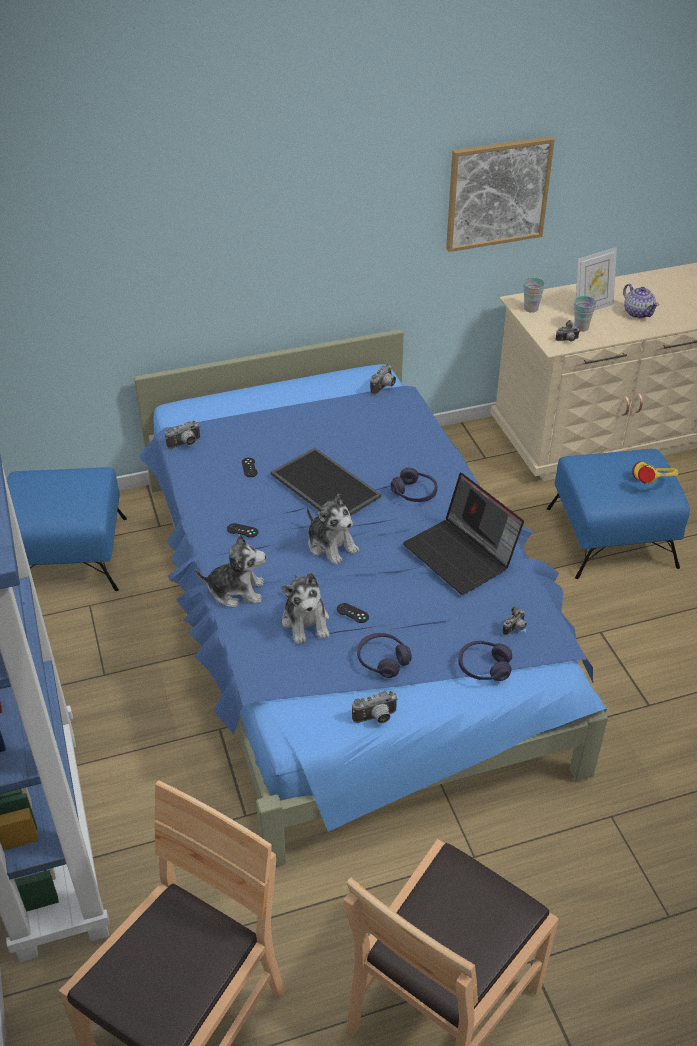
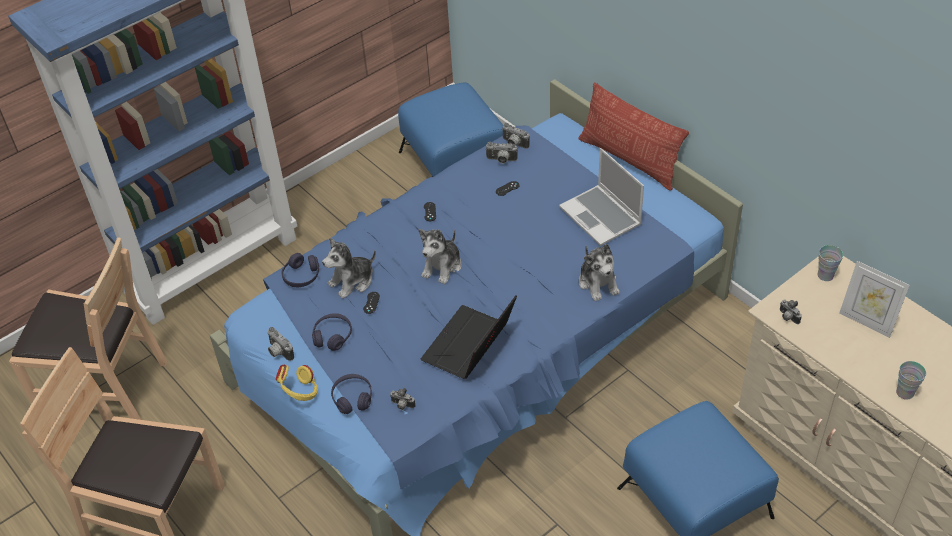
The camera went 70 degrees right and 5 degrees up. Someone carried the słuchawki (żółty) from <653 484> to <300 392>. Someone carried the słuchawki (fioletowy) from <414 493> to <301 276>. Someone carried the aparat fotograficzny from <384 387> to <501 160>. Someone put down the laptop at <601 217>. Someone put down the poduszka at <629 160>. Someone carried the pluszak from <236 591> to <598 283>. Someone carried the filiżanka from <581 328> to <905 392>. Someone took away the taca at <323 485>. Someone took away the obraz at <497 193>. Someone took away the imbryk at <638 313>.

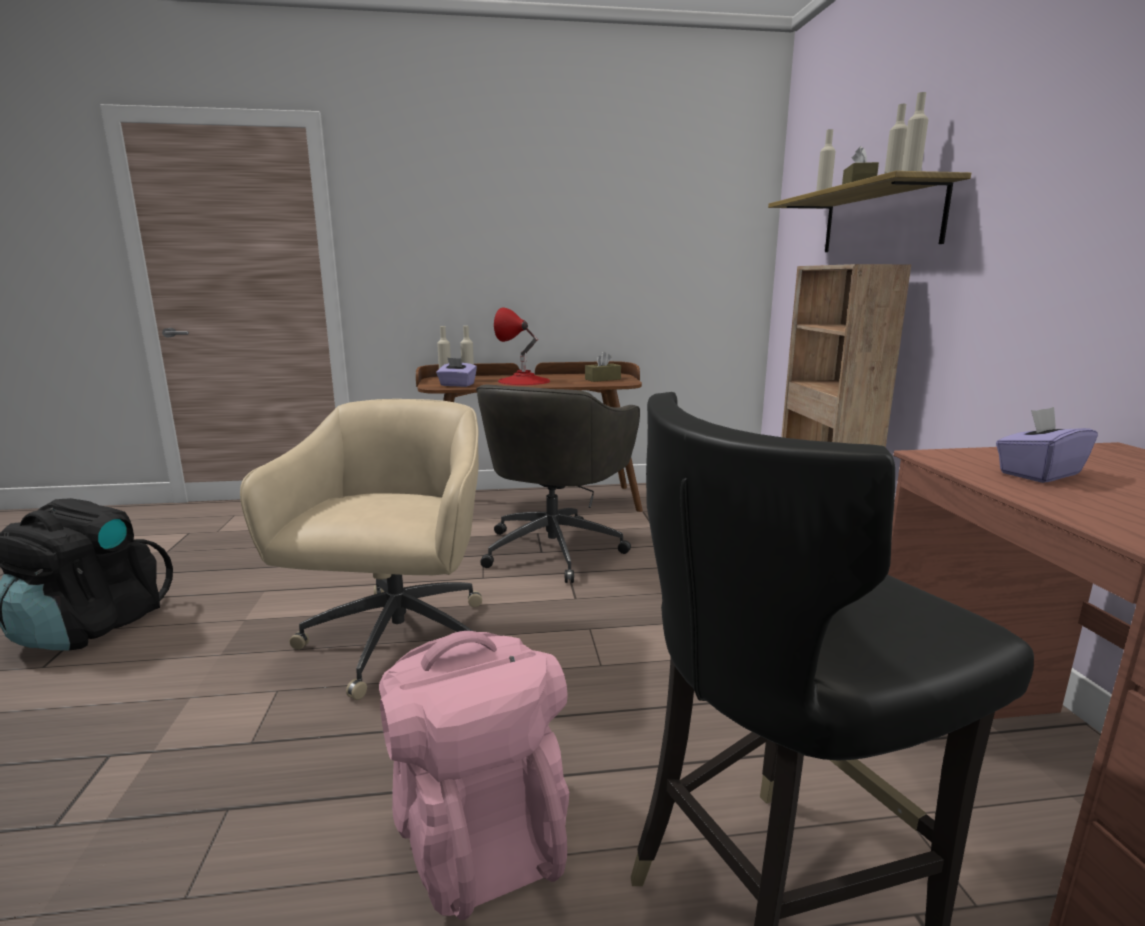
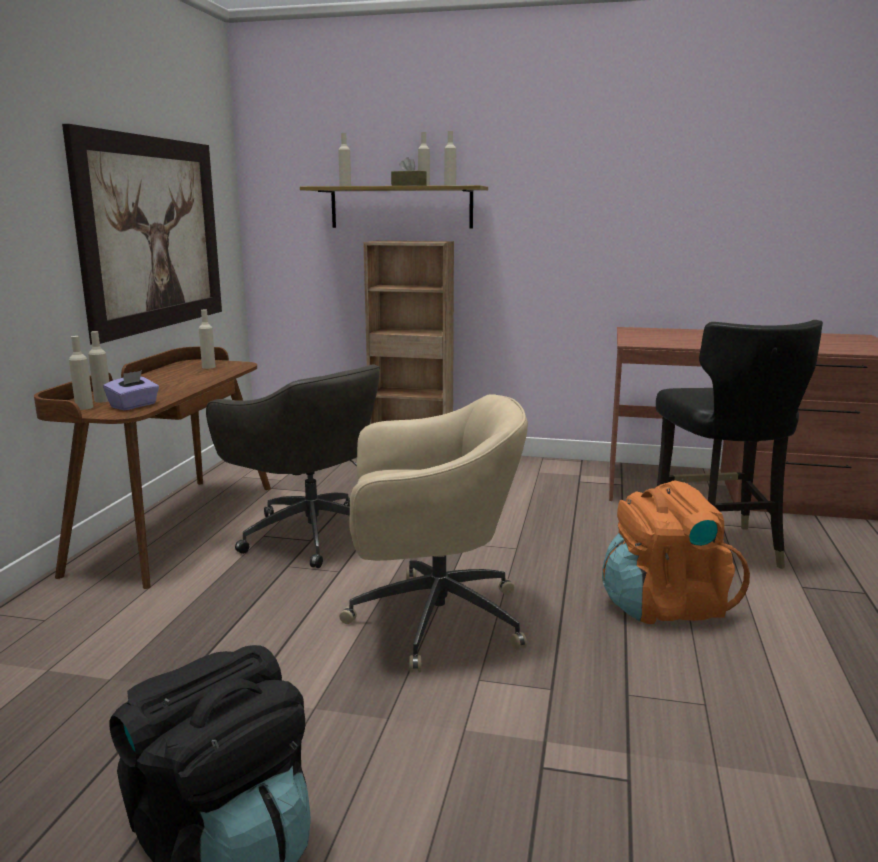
The camera went 70 degrees left and 0 degrees up. Someone put up the obraz at <153 234>. Someone swapped the pudełko chusteczek (brązowy) at <602 379> for the butelka (beżowy) at <208 367>. Someone rotated the krzesło biurowe (beżowy) at <396 642> by 150 degrees clockwise. Someone repainted the plecak (różowy) at <477 832>, which became the plecak (pomarańczowy) at <664 606>. Someone took away the lampa stołowa (czerwony) at <523 381>. Someone took away the pudełko chusteczek (fioletowy) at <1038 473>.

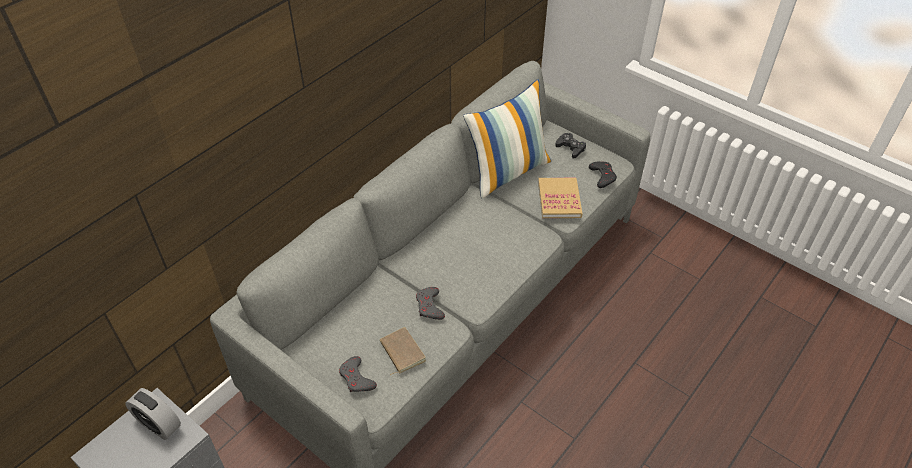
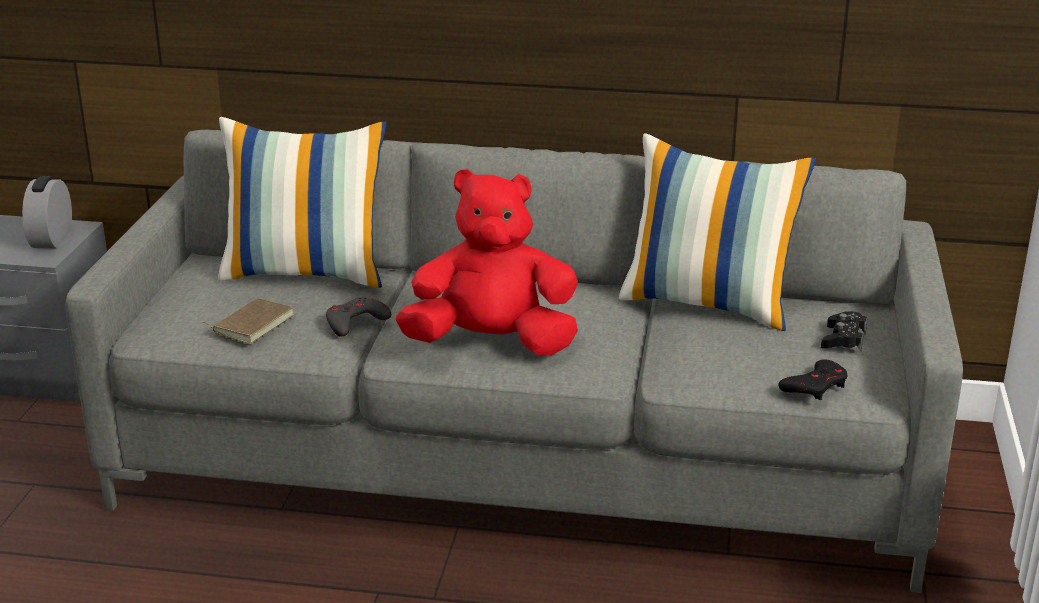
The camera went 60 degrees right and 20 degrees down. Someone put down the poduszka at <306 272>. Someone put down the pluszak (czerwony) at <492 343>. Someone took away the pad do gier (szary) at <357 378>. Someone took away the książka at <559 199>.

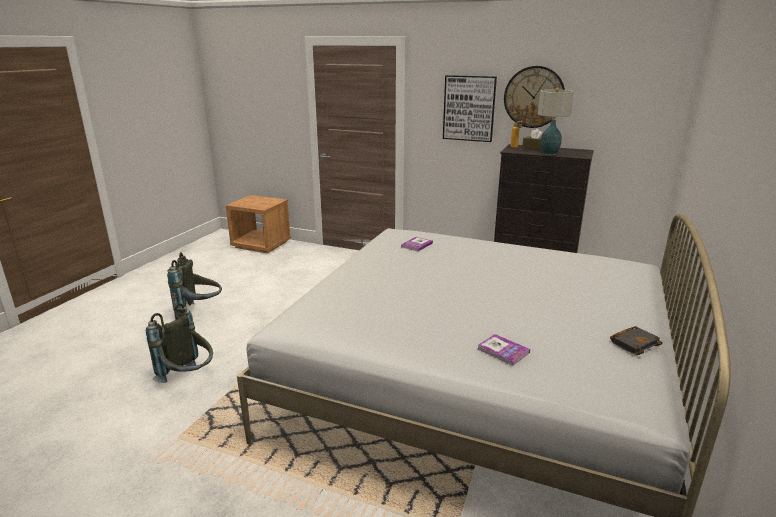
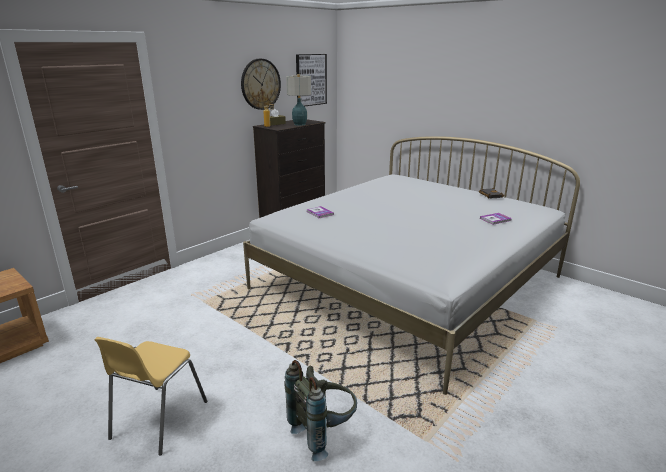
The camera went 70 degrees left and 0 degrees up. Someone swapped the plecak (szary) at <200 311> for the krzesło (żółty) at <158 420>. Someone carried the obraz from <469 108> to <310 80>.

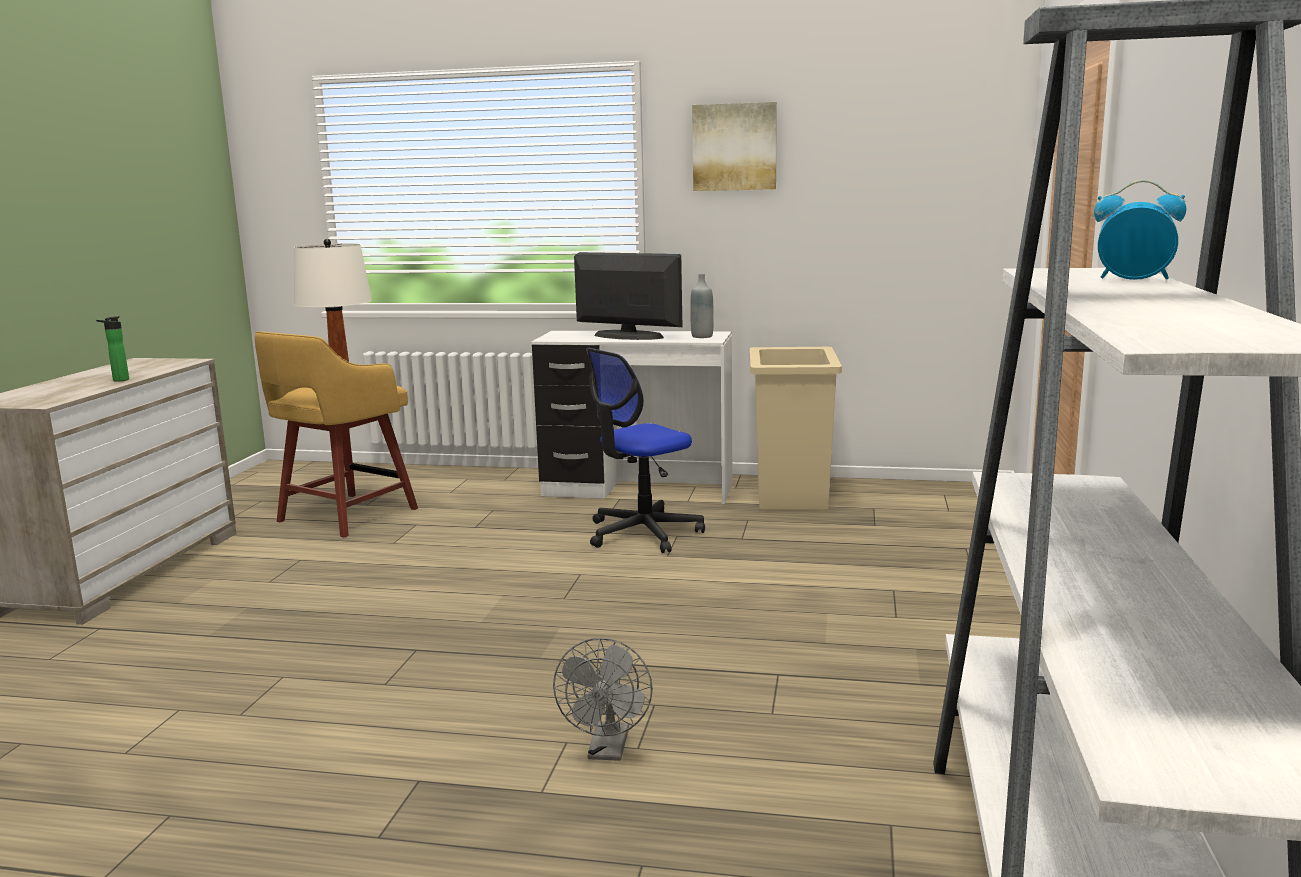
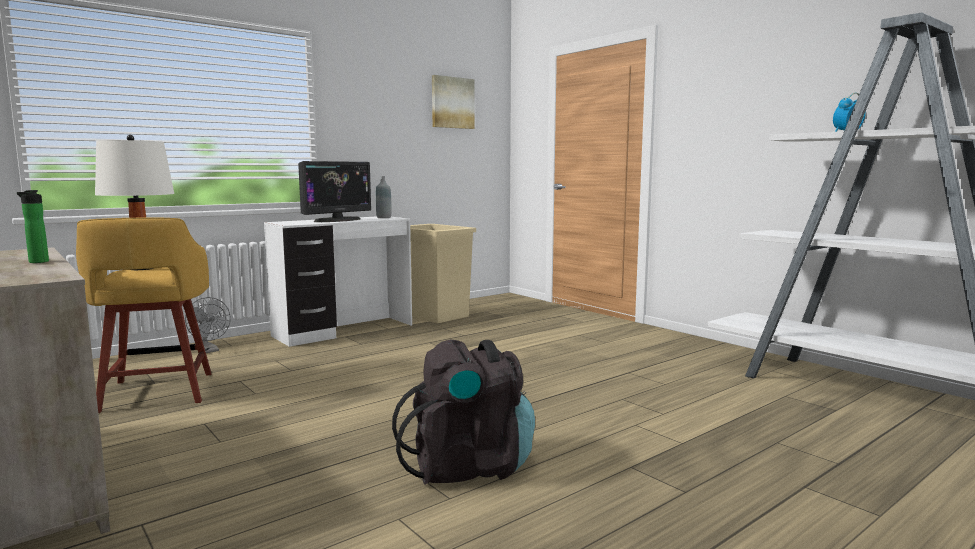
The camera went 50 degrees left and 5 degrees down. Someone carried the wentylator (szary) from <608 751> to <209 350>. Someone rotated the monitor at <628 336> by 150 degrees clockwise. Someone put down the plecak (czarny) at <468 466>. Someone carried the obraz from <734 147> to <452 102>. Someone took away the krzesło biurowe at <643 533>.

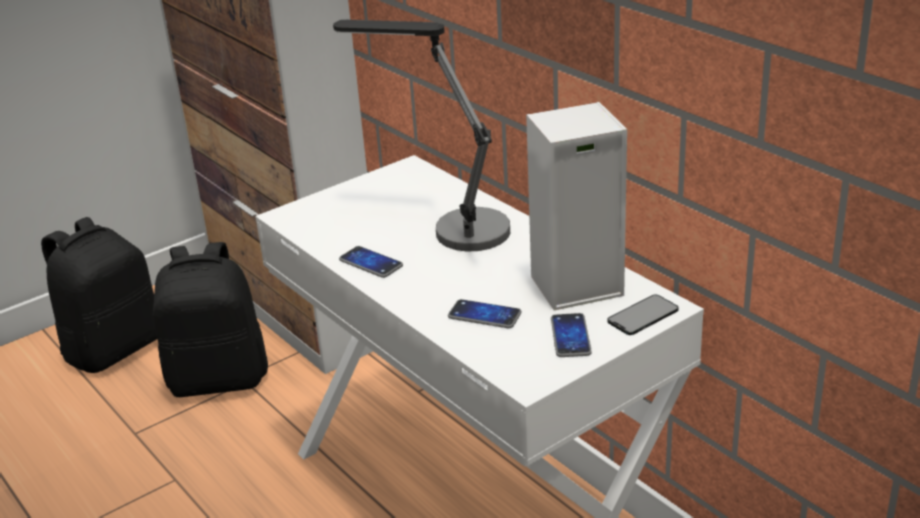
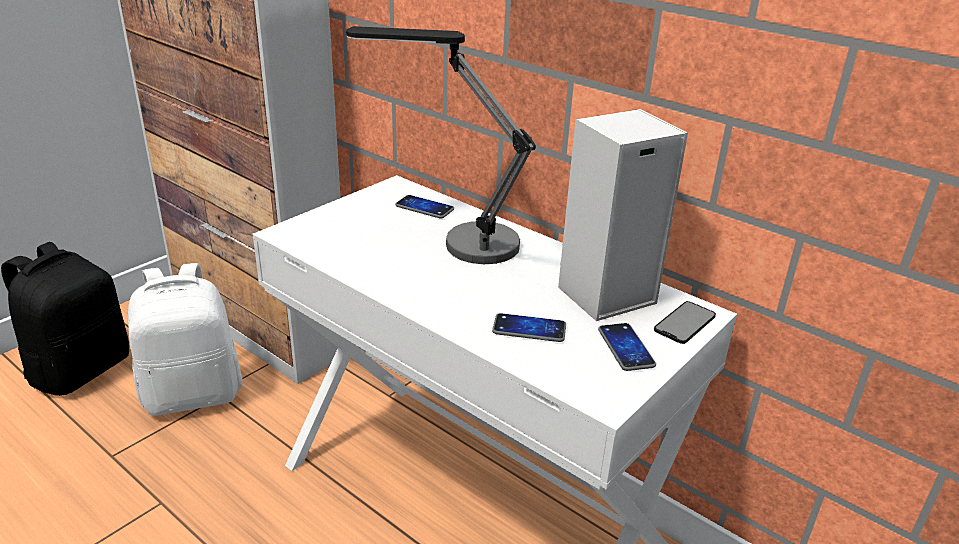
The camera went 15 degrees left and 0 degrees up. Someone repainted the plecak (czarny) at <219 378>, which became the plecak (biały) at <193 394>. Someone carried the telefon from <371 263> to <424 208>.

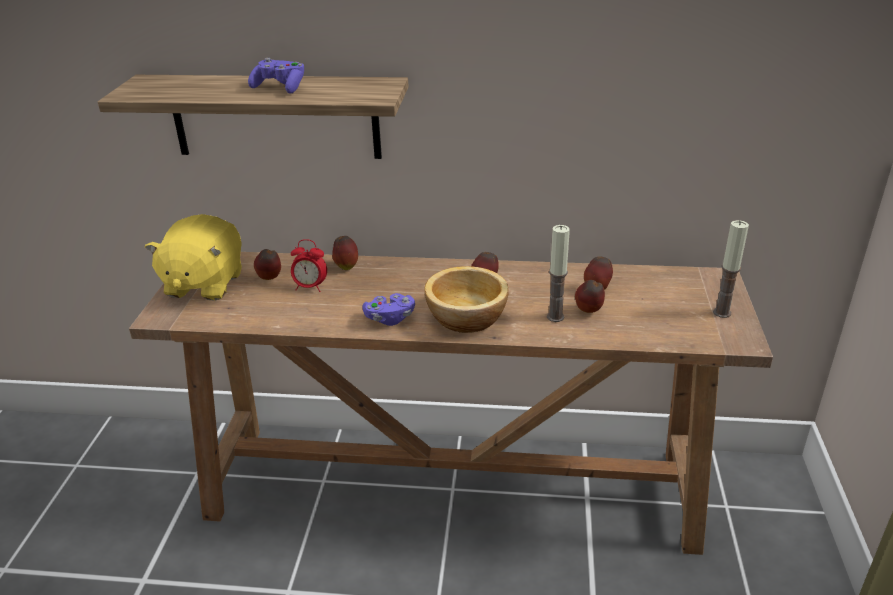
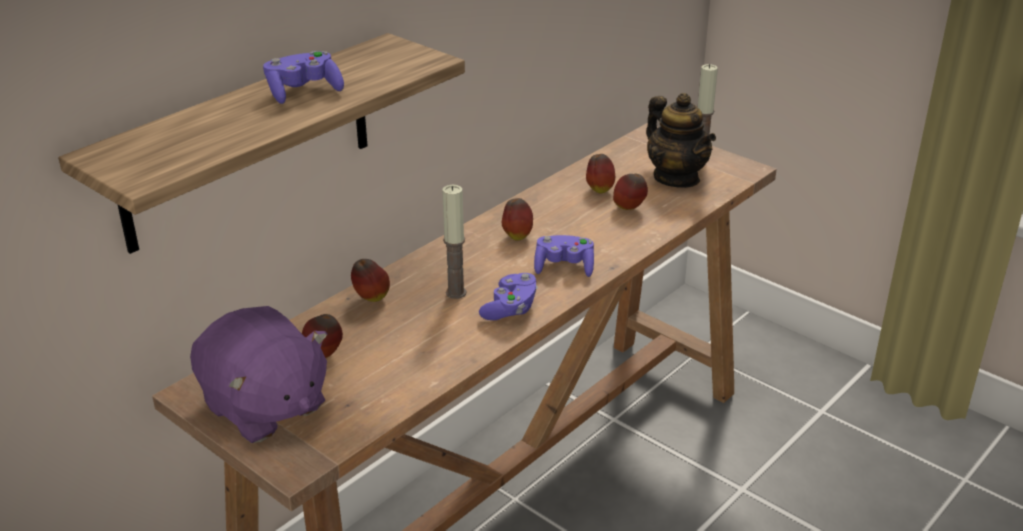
The camera went 55 degrees left and 0 degrees up. Someone repainted the pluszak (żółty) at <203 284>, which became the pluszak (fioletowy) at <264 407>. Someone carried the świeca from <555 317> to <456 293>. Someone swapped the miska at <468 317> for the pad do gier (fioletowy) at <564 267>. Someone put down the imbryk at <676 178>. Someone took away the budzik at <310 287>.

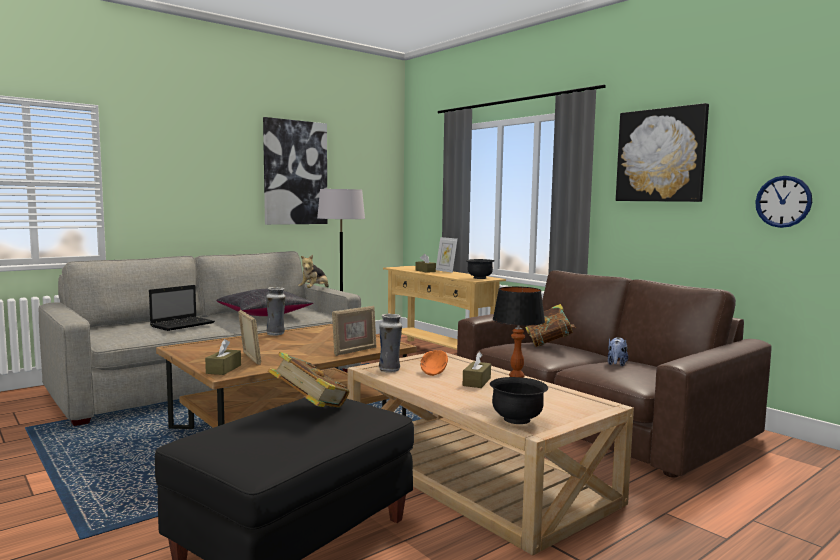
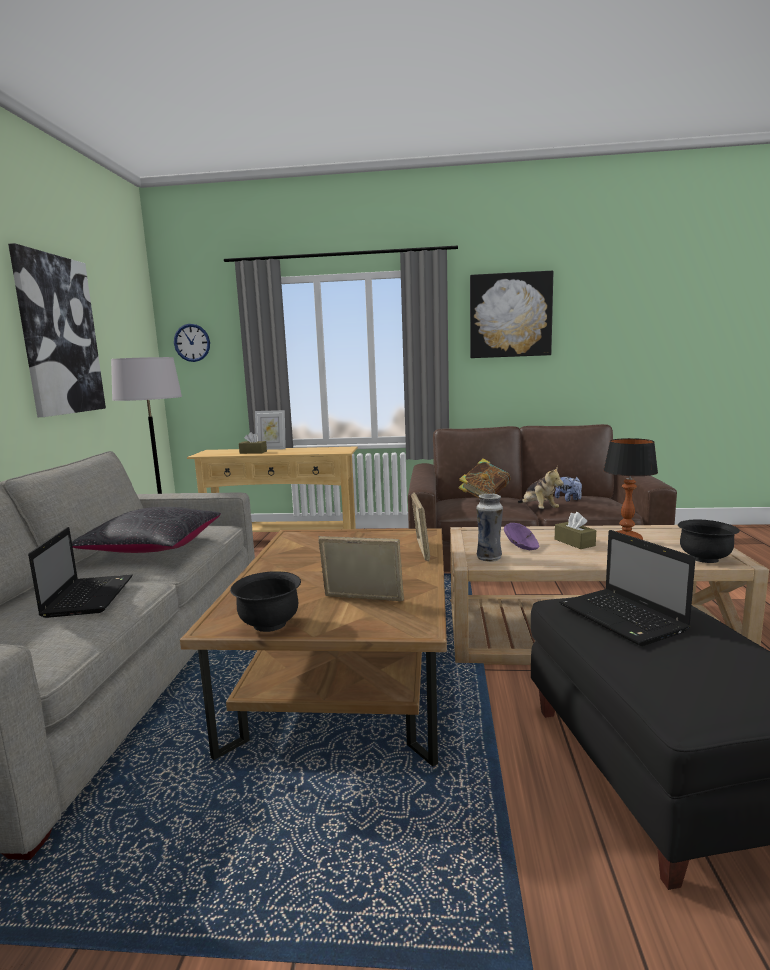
The camera went 45 degrees left and 5 degrees up. Someone carried the zegar ścienny from <783 201> to <192 342>. Someone carried the miska (czarny) from <479 278> to <269 624>. Someone repainted the miska (pomarańczowy) at <433 372>, which became the miska (fioletowy) at <521 547>. Someone carried the pluszak from <314 290> to <538 510>. Someone swapped the książka at <309 409> for the laptop at <624 618>. Someone took away the pudełko chusteczek (brązowy) at <223 369>. Someone took away the wazon at <276 334>.

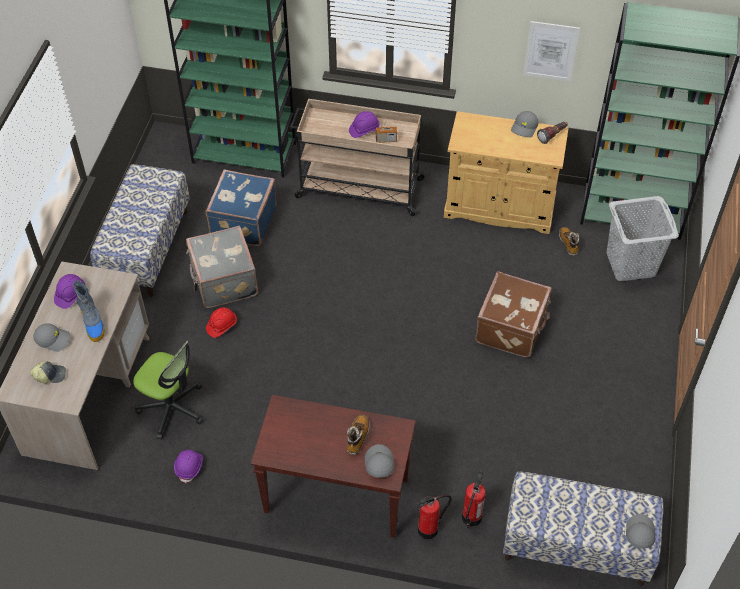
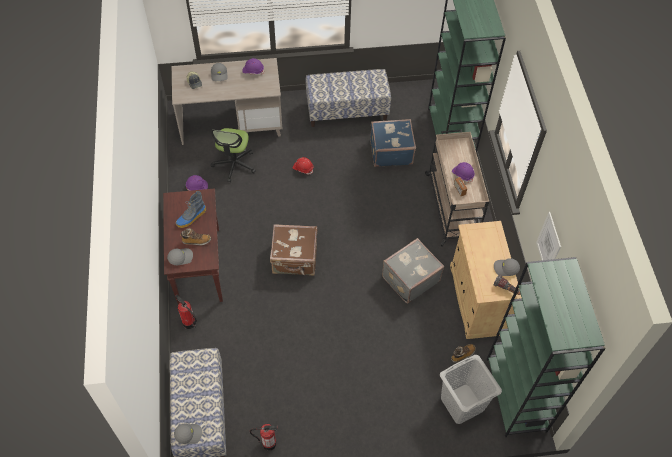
The camera went 70 degrees right and 5 degrees up. Someone carried the but z cholewką from <93 323> to <191 218>. Someone carried the gaśnica from <471 517> to <269 443>. Someone carried the walizka (brązowy) from <512 328> to <295 259>. Someone carried the walizka (szary) from <223 281> to <409 278>.

